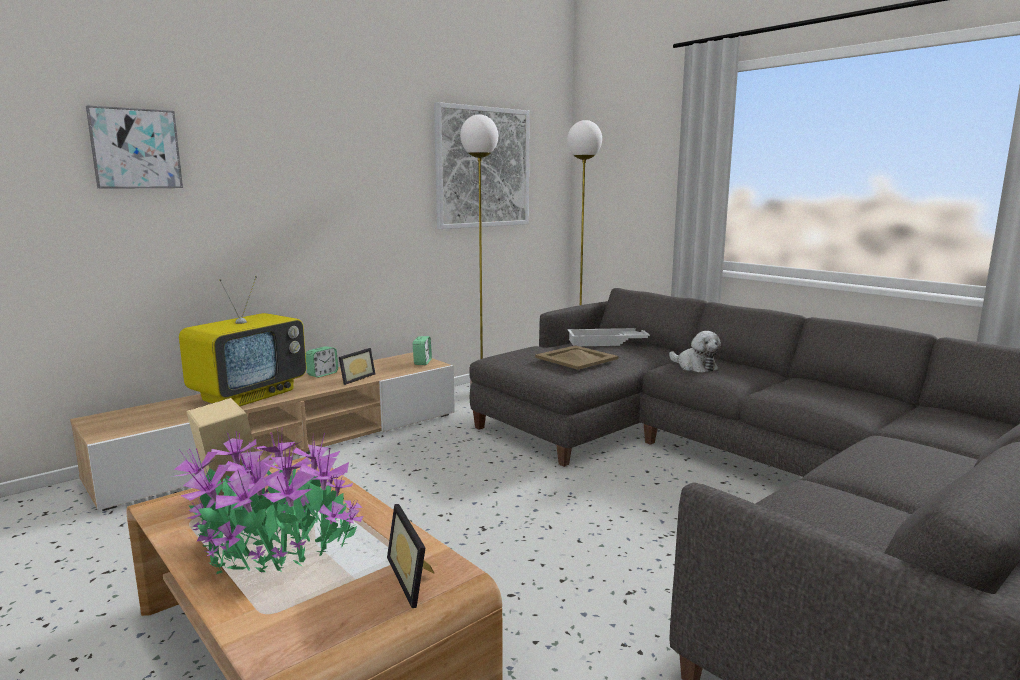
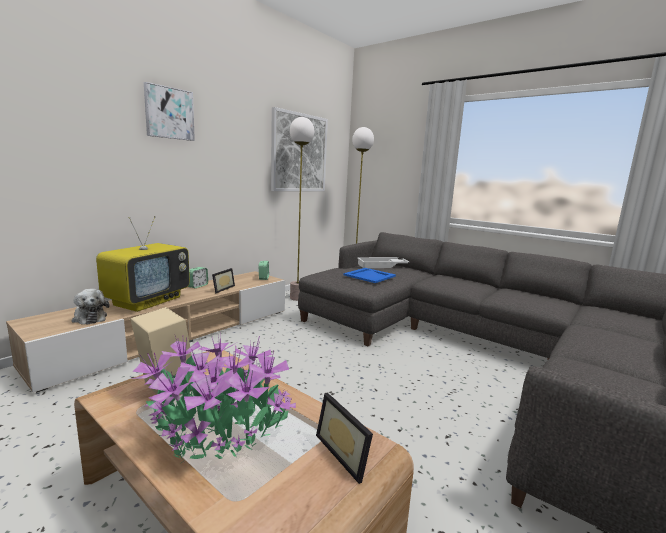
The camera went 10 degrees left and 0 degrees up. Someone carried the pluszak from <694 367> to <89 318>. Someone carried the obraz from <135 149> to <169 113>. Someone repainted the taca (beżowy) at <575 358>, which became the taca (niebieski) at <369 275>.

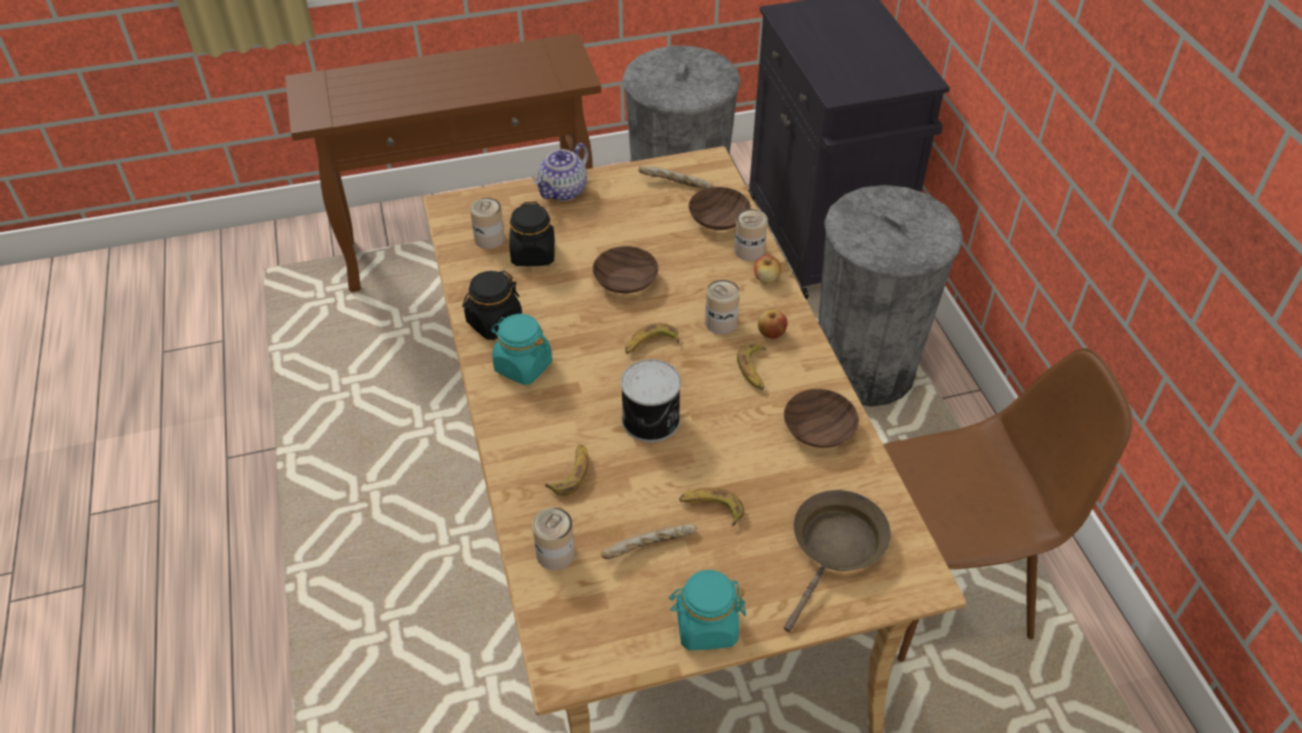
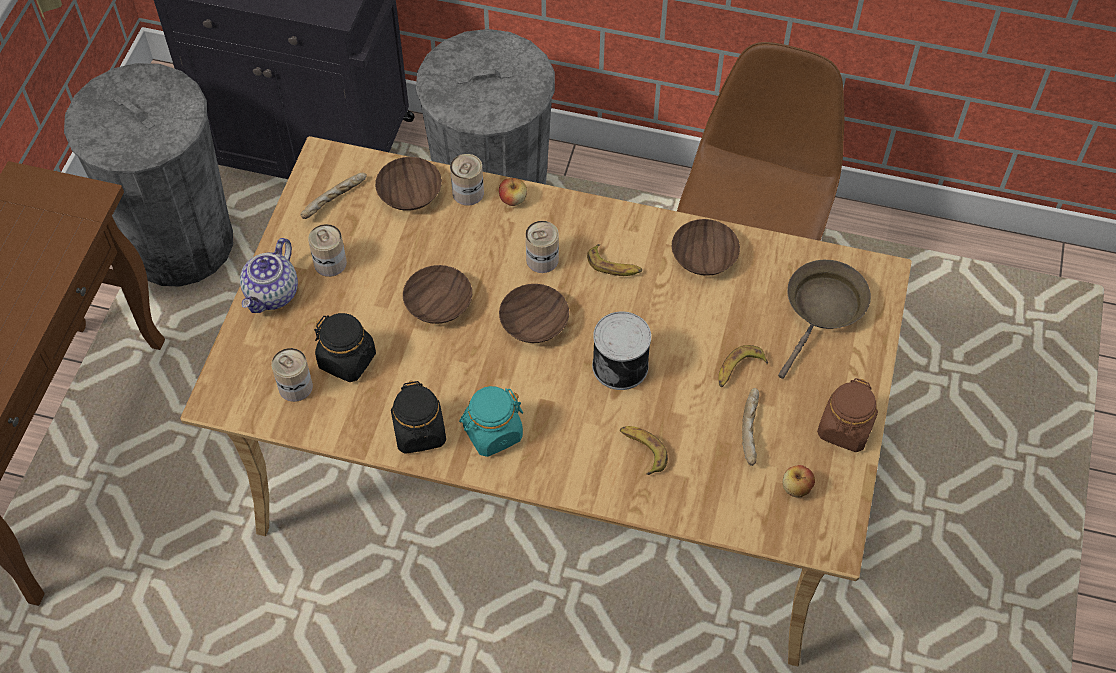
The camera went 60 degrees left and 10 degrees up. Someone rotated the imbryk at <563 191> by 45 degrees clockwise. Someone carried the puszka from <555 553> to <330 263>. Someone swapped the banan at <650 344> for the miska (brązowy) at <533 323>. Someone rotated the patelnia (brązowy) at <836 548> by 60 degrees clockwise. Someone carried the jabłko from <771 333> to <796 488>. Someone repainted the słoik (turkusowy) at <706 626>, which became the słoik (brązowy) at <845 429>.

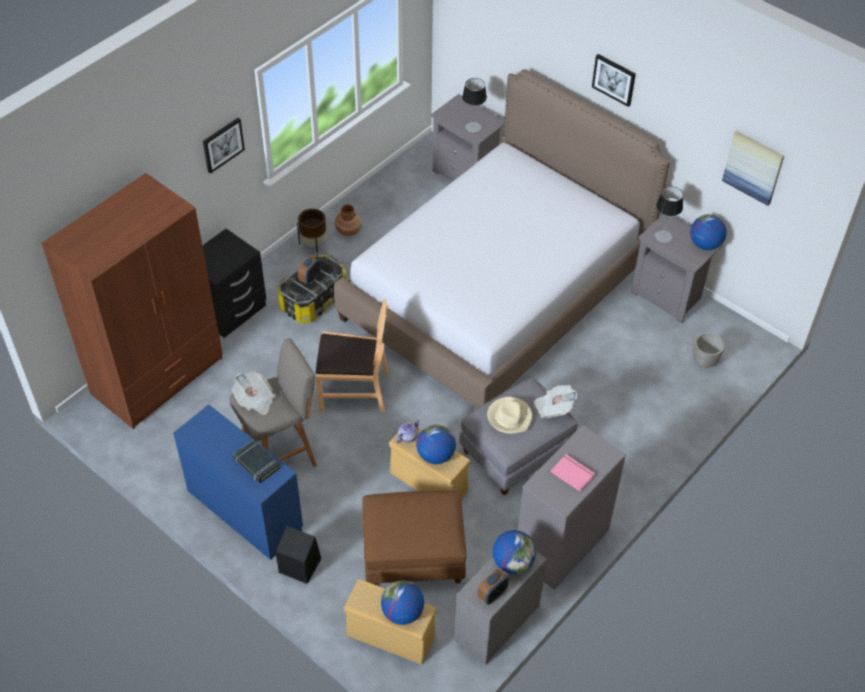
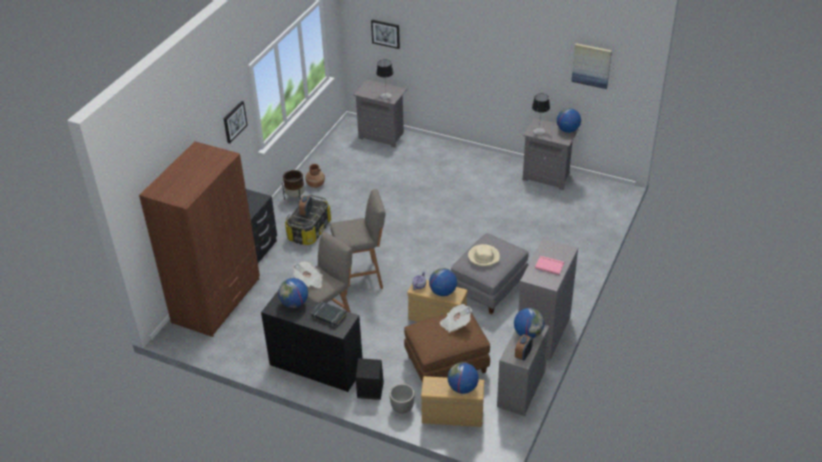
The camera went 15 degrees left and 10 degrees down. Someone repainted the biurko (niebieski) at <244 510>, which became the biurko (czarny) at <316 366>. Someone put down the globus at <294 303>. Someone swapped the krzesło (brązowy) at <354 391> for the stołek (szary) at <361 277>. Someone carried the obraz from <614 79> to <385 33>. Someone carried the donica from <705 361> to <402 408>. Someone carried the gazeta from <553 408> to <455 324>. Someone took away the łóżko at <496 292>.

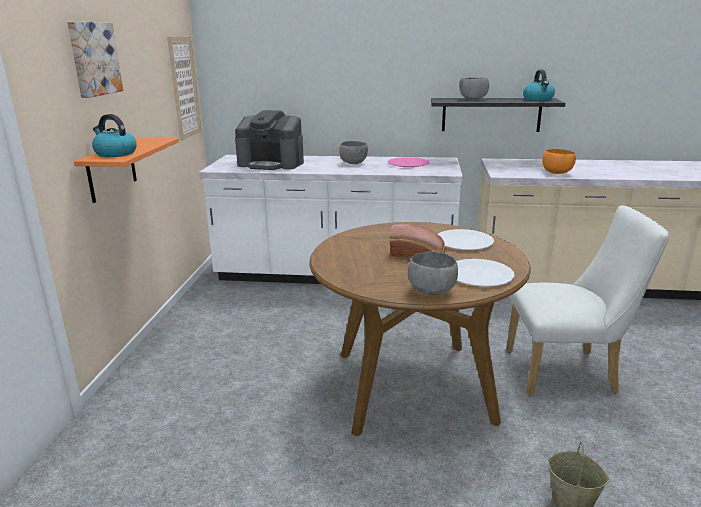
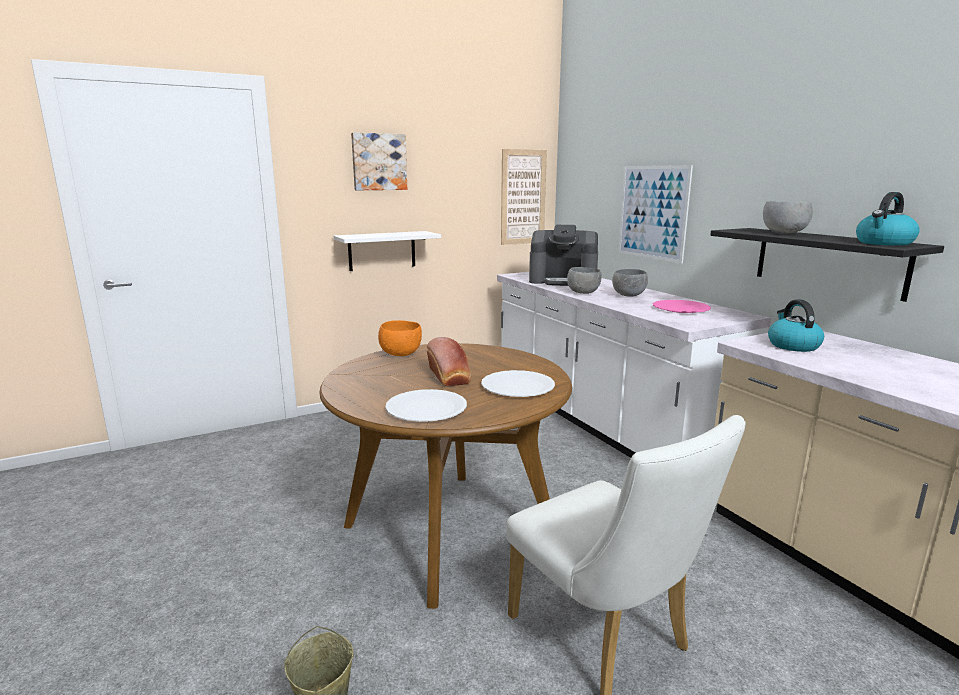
The camera went 55 degrees right and 5 degrees down. Someone repainted the półka (pomarańczowy) at <111 169>, which became the półka (biały) at <382 251>. Someone carried the miska (pomarańczowy) from <556 173> to <401 354>. Someone rotated the ekspres do kawy at <271 164> by 60 degrees counterclockwise. Someone carried the miska (szary) from <431 291> to <583 293>. Someone put up the obraz at <653 212>. Someone carried the czajnik from <115 154> to <792 345>.

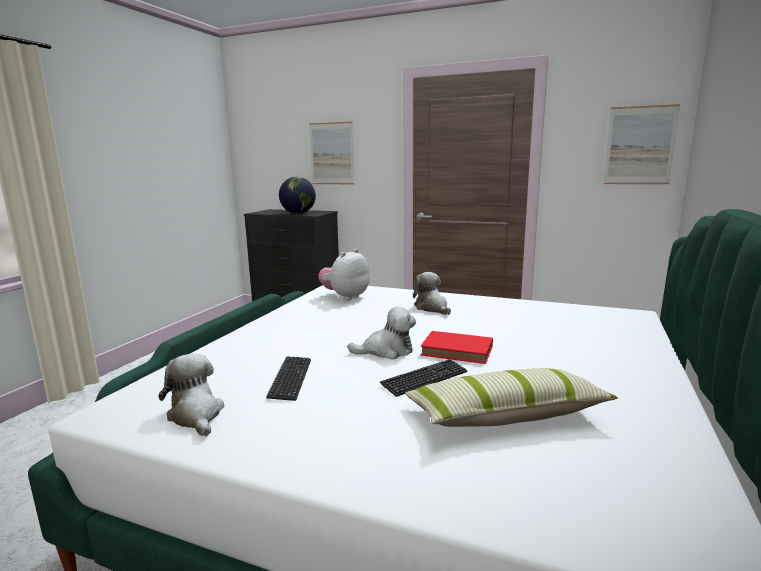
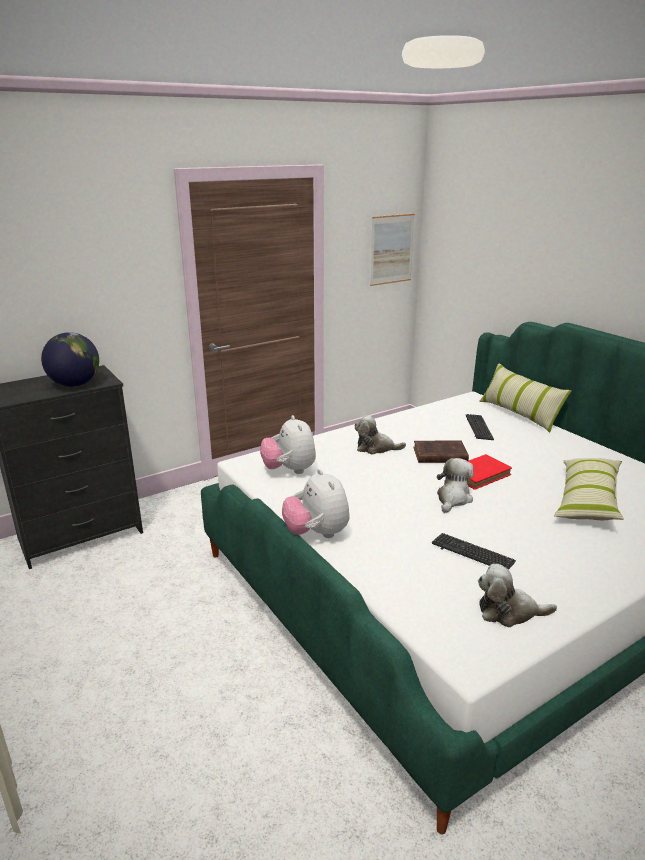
The camera went 55 degrees left and 10 degrees up. Someone put down the pluszak at <317 533>. Someone put down the książka (brązowy) at <438 455>. Someone carried the klawiatura from <424 379> to <479 428>. Someone put down the poduszka at <519 414>. Someone took away the obraz at <331 153>.

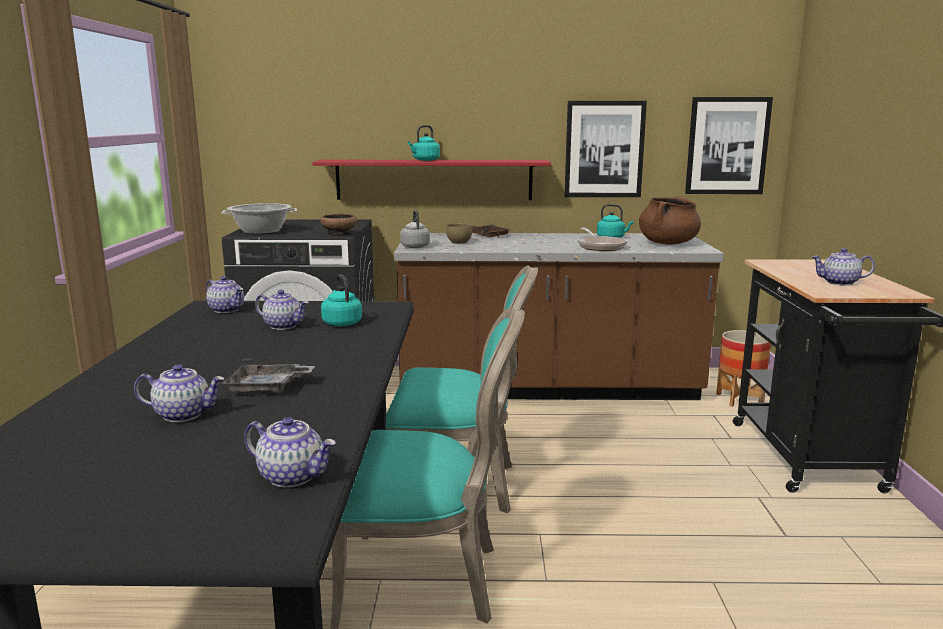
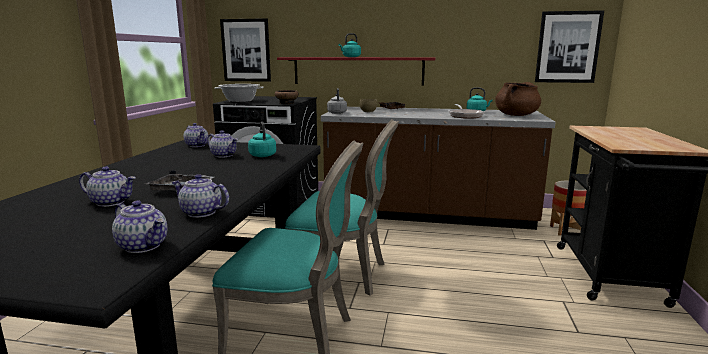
The camera went 10 degrees right and 0 degrees up. Someone carried the imbryk from <839 283> to <200 213>. Someone carried the obraz from <604 149> to <246 50>.

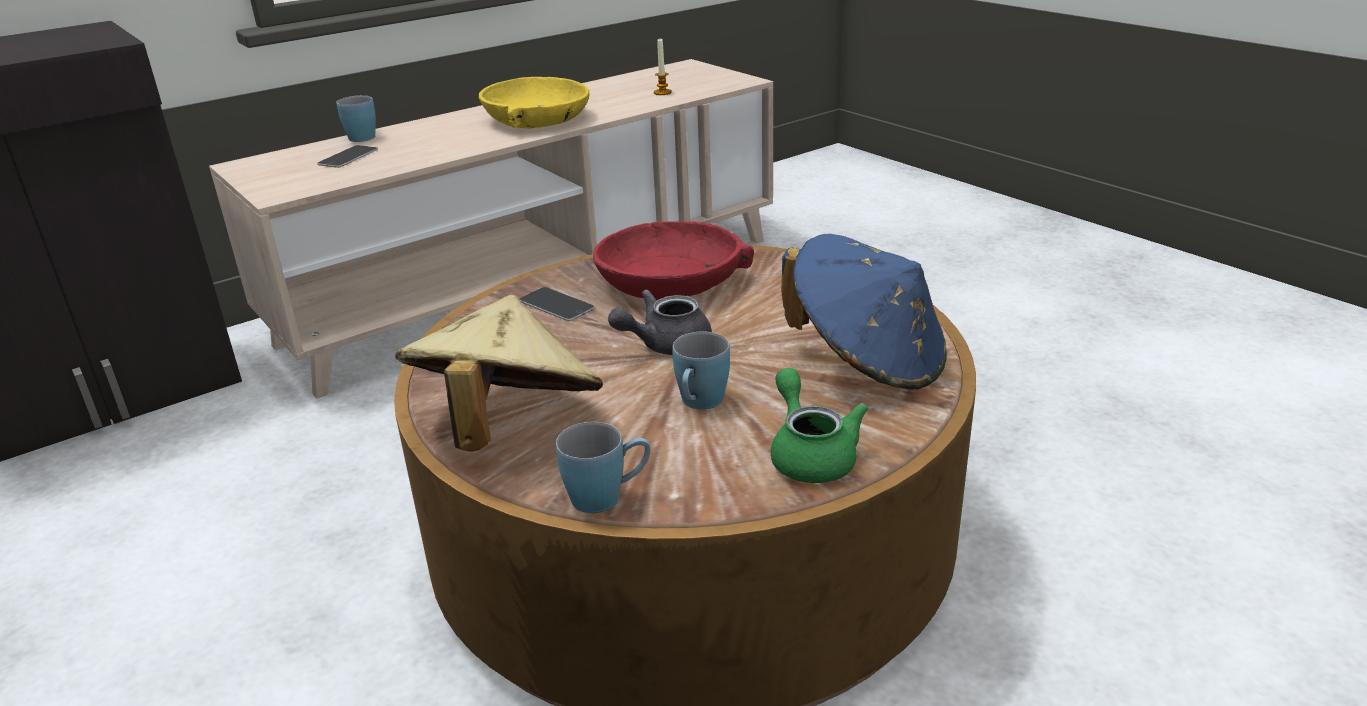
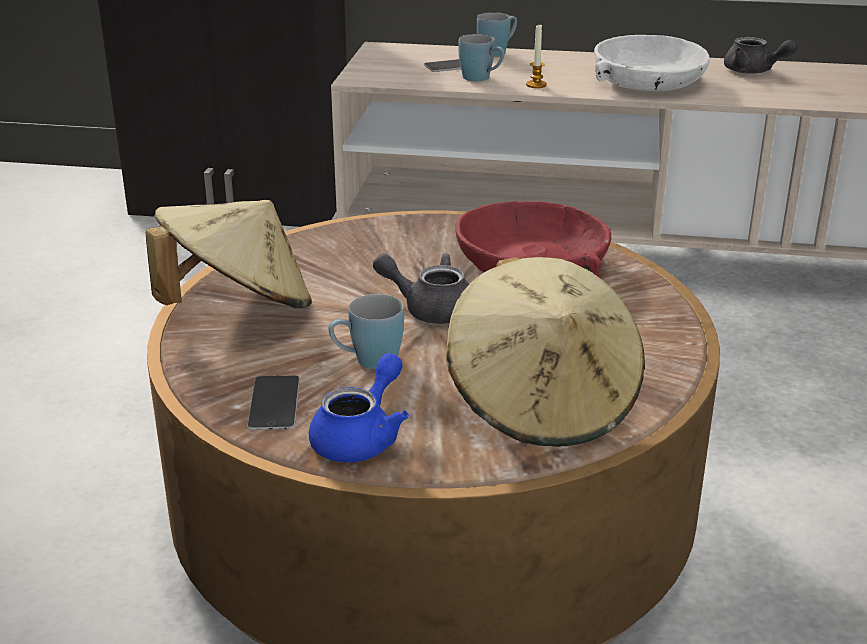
The camera went 45 degrees right and 0 degrees up. Someone carried the telefon from <556 304> to <274 403>. Someone repainted the imbryk (zielony) at <810 454>, which became the imbryk (niebieski) at <361 437>. Someone repainted the kapelusz (niebieski) at <867 361>, which became the kapelusz (beżowy) at <543 403>. Someone carried the kubek (niebieski) from <608 496> to <482 78>. Someone carried the świeca from <662 92> to <536 85>. Someone repainted the miska (żółty) at <537 119>, which became the miska (biały) at <648 81>. Someone put down the imbryk (szary) at <753 71>.

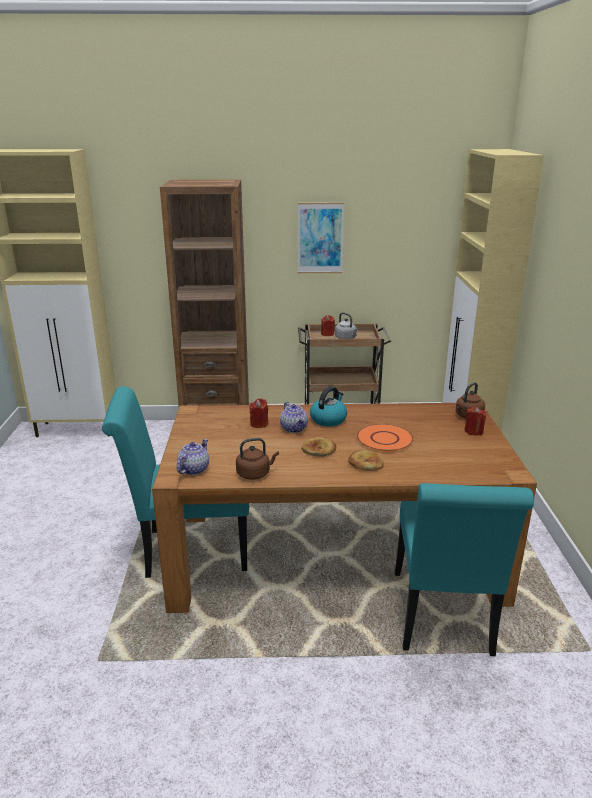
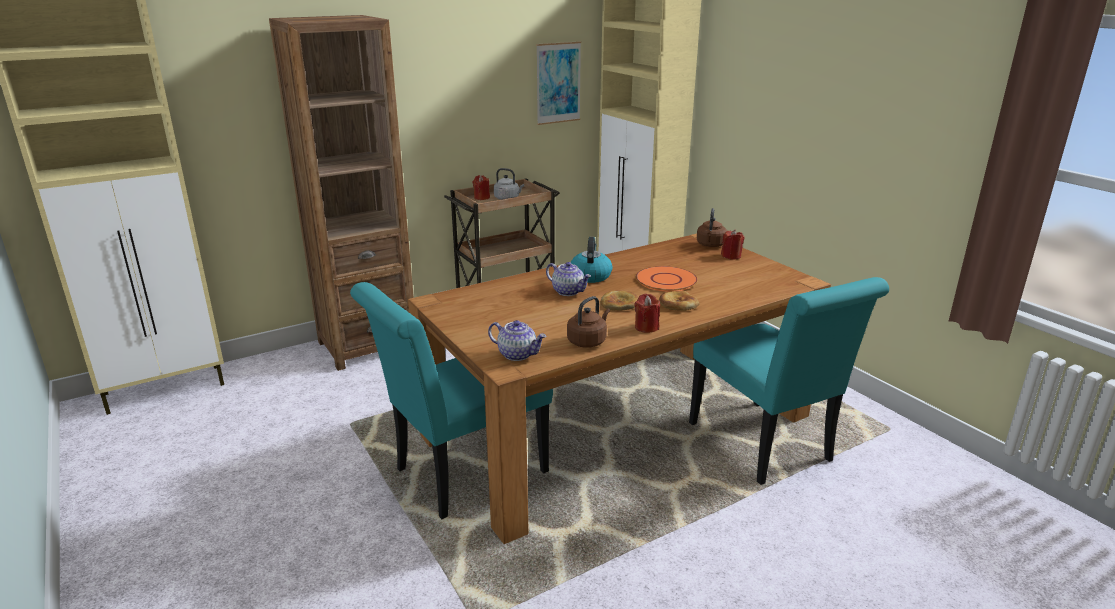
The camera went 30 degrees left and 0 degrees up. Someone rotated the imbryk at <193 469> by 120 degrees clockwise. Someone carried the obraz from <320 238> to <558 83>. Someone carried the świeca (czerwony) from <259 424> to <646 327>.

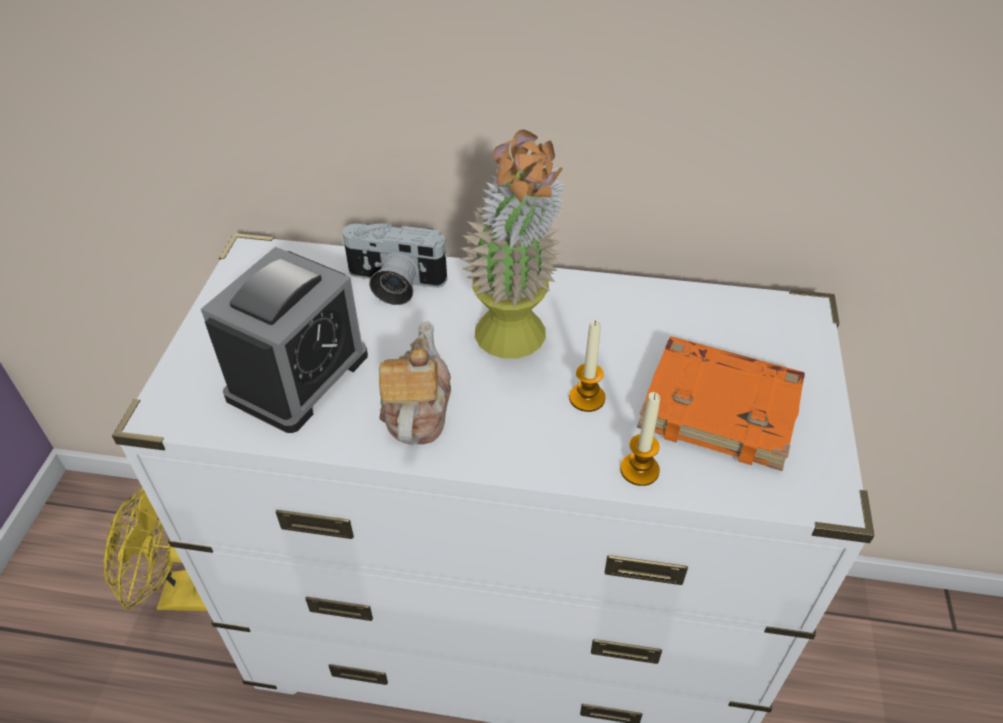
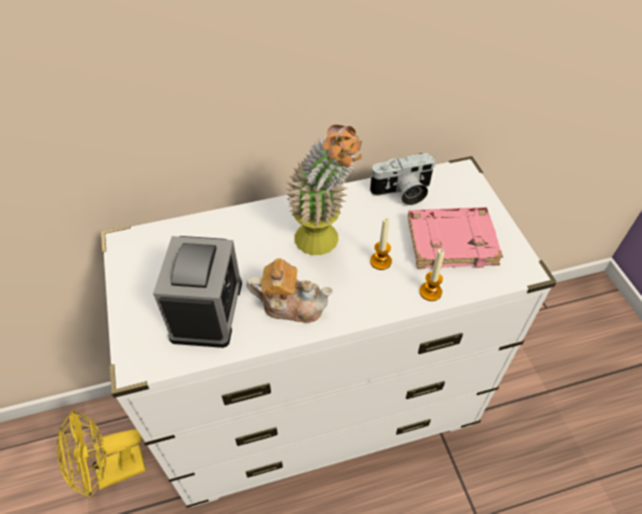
The camera went 25 degrees left and 5 degrees up. Someone rotated the imbryk at <416 411> by 120 degrees clockwise. Someone carried the aparat fotograficzny from <394 284> to <402 193>. Someone repainted the książka (pomarańczowy) at <722 408>, which became the książka (różowy) at <452 241>.

